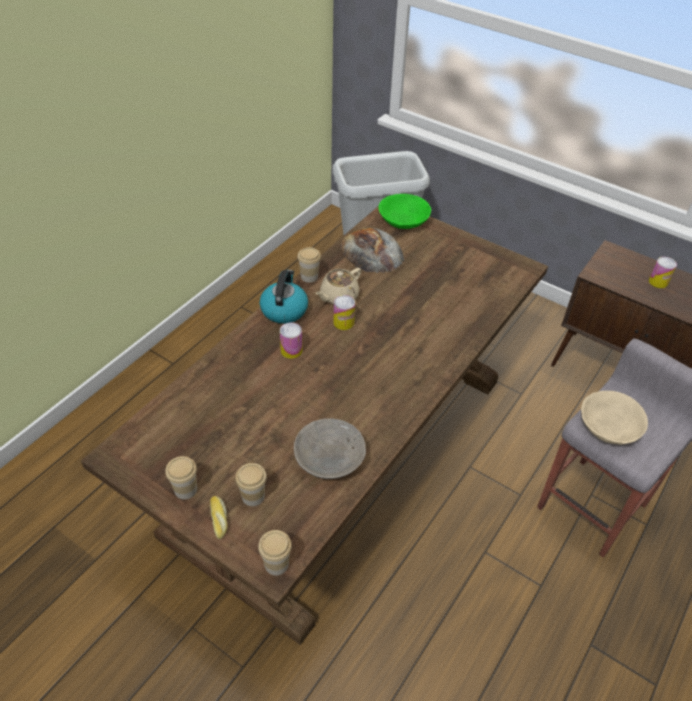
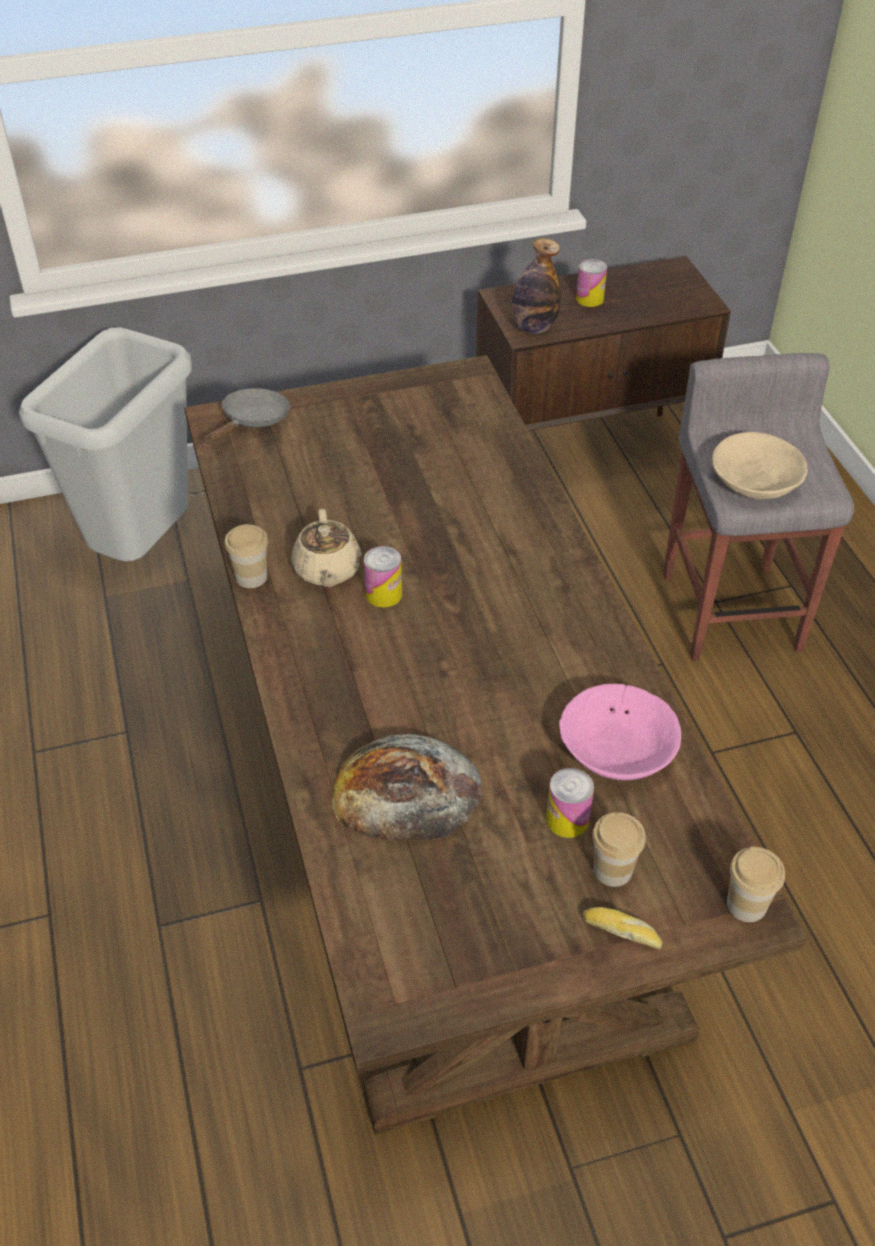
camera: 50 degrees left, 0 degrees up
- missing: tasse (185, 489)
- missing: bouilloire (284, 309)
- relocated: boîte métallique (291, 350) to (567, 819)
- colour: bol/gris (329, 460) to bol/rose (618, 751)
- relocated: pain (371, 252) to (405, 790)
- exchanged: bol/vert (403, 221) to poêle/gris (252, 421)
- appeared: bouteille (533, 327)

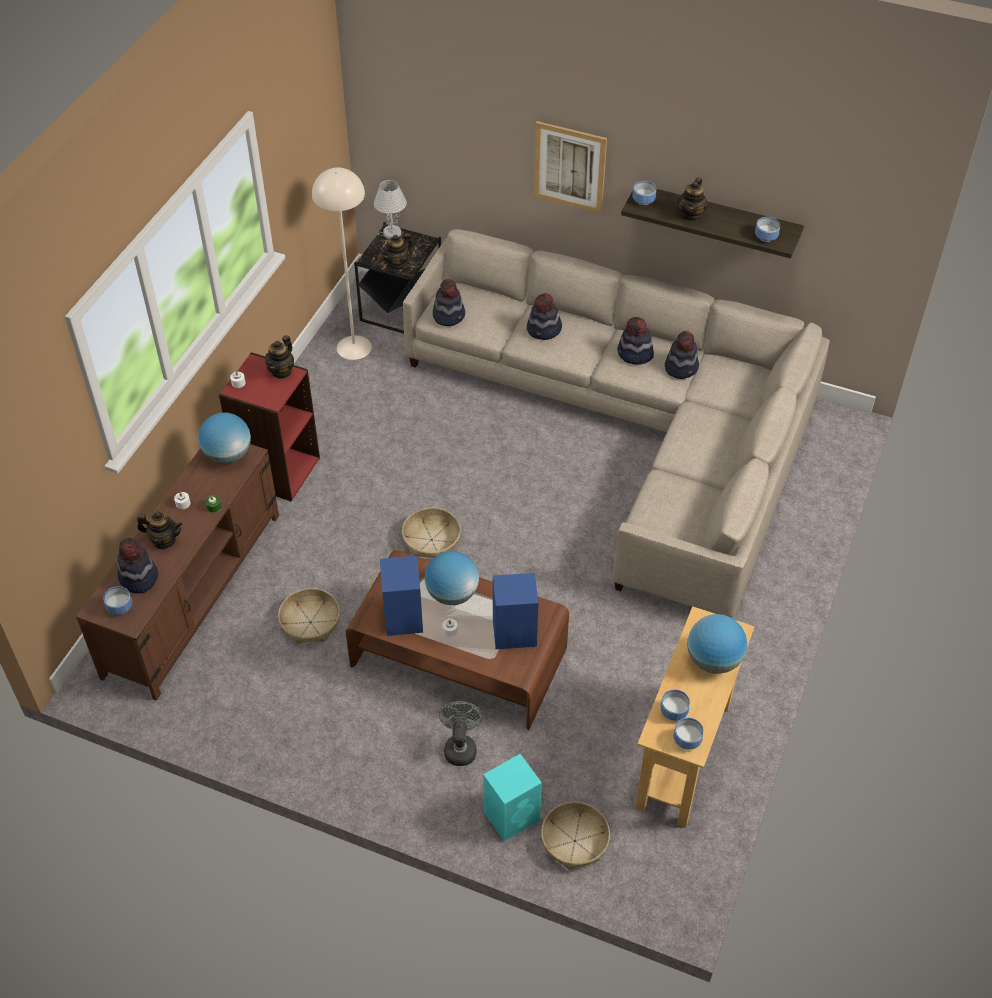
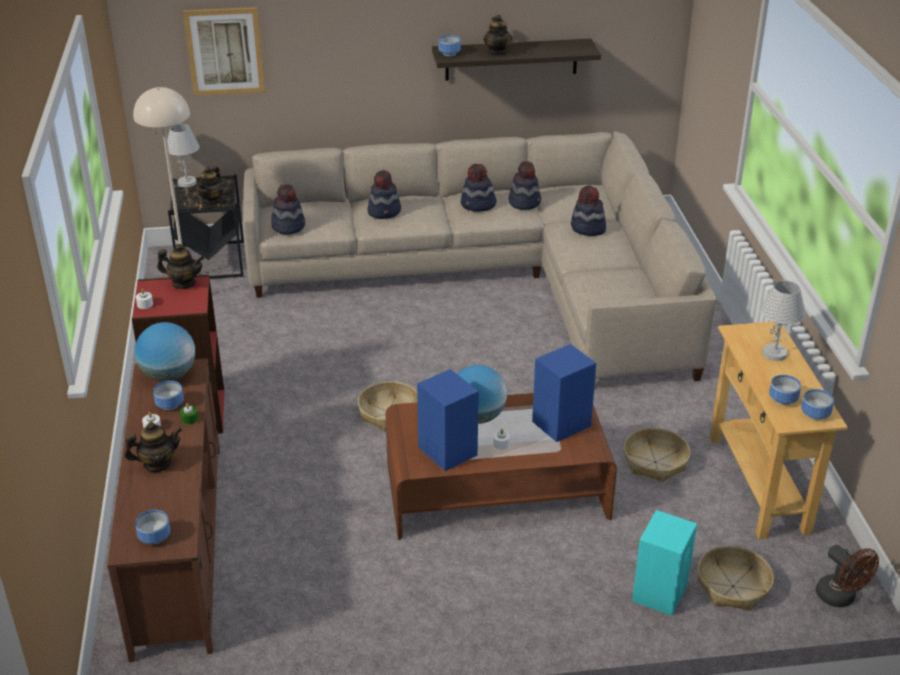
camera: 30 degrees left, 15 degrees down
- relocated: chapeau (138, 577) to (587, 228)
- spun: théière (281, 371) = (183, 283) 75 degrees counterclockwise
- relocated: panier (310, 622) to (655, 462)
- missing: ventilateur/gris (460, 746)
- relocated: tableau (569, 167) to (224, 51)
- exchanged: globe (713, 660) to lampe de table/blanc (775, 354)
- relocated: bol (765, 237) to (169, 405)
- appeared: ventilateur/marron (840, 598)

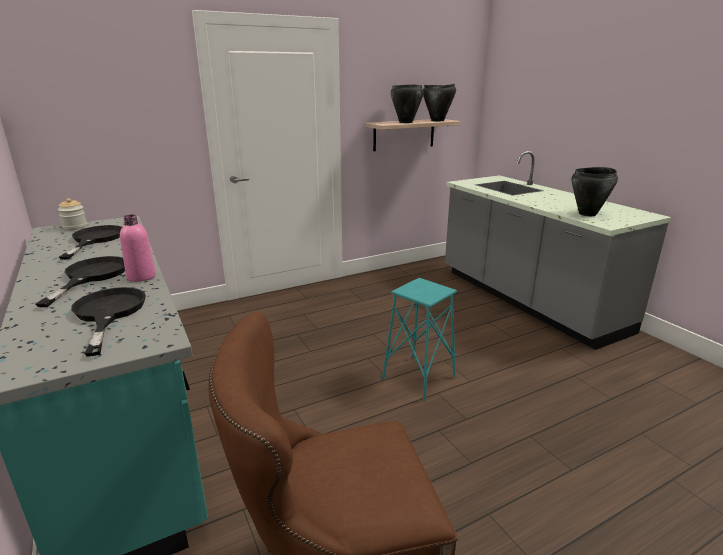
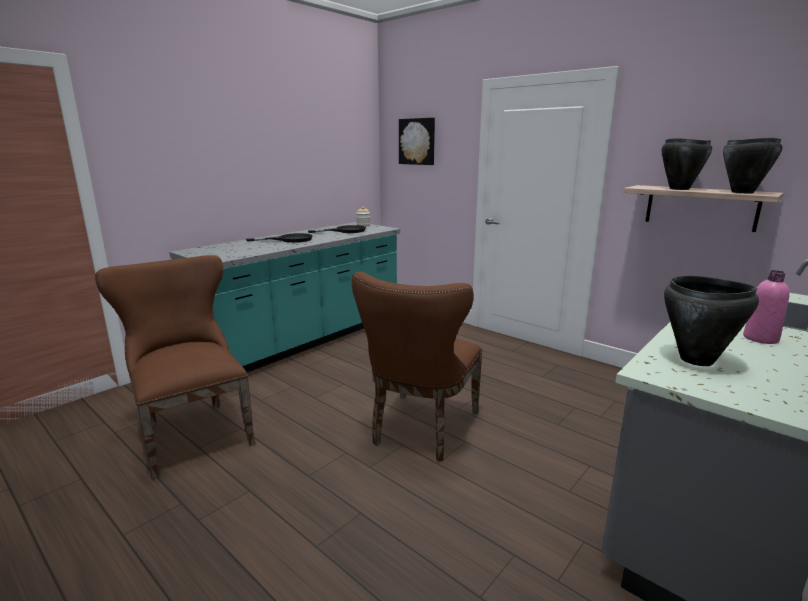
camera: 70 degrees right, 5 degrees down
- missing: poêle/noir (108, 313)
- relocated: bouteille/rose (141, 277) to (760, 338)
- exchanged: tabouret/turquoise (418, 378) to chaise/marron (421, 430)
- appeared: tableau (417, 141)

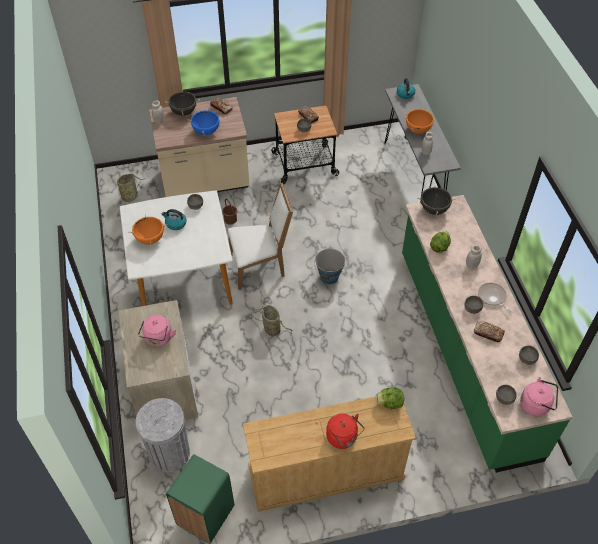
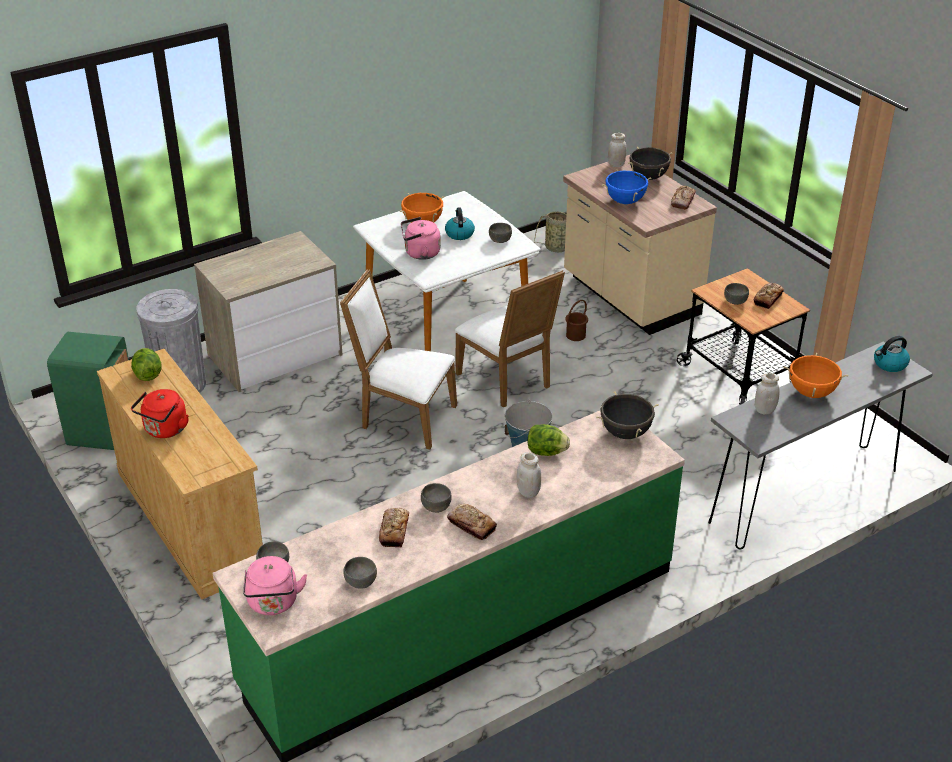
camera: 70 degrees right, 15 degrees down
- relocated: bouilloire/rose (158, 339) to (420, 253)
- exchanged: panier (271, 329) to chaise/blanc (403, 417)
- relocated: laitue (390, 403) to (148, 375)
- exchanged: poêle (492, 297) to pain (471, 525)

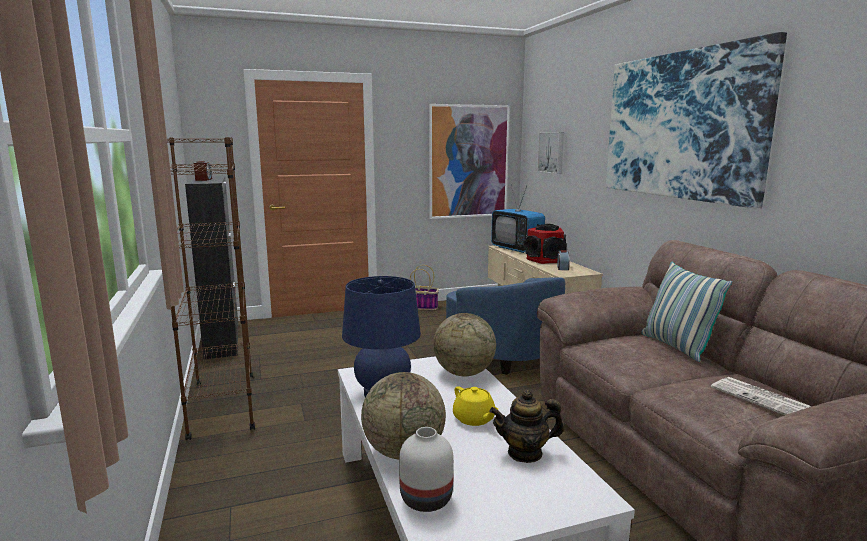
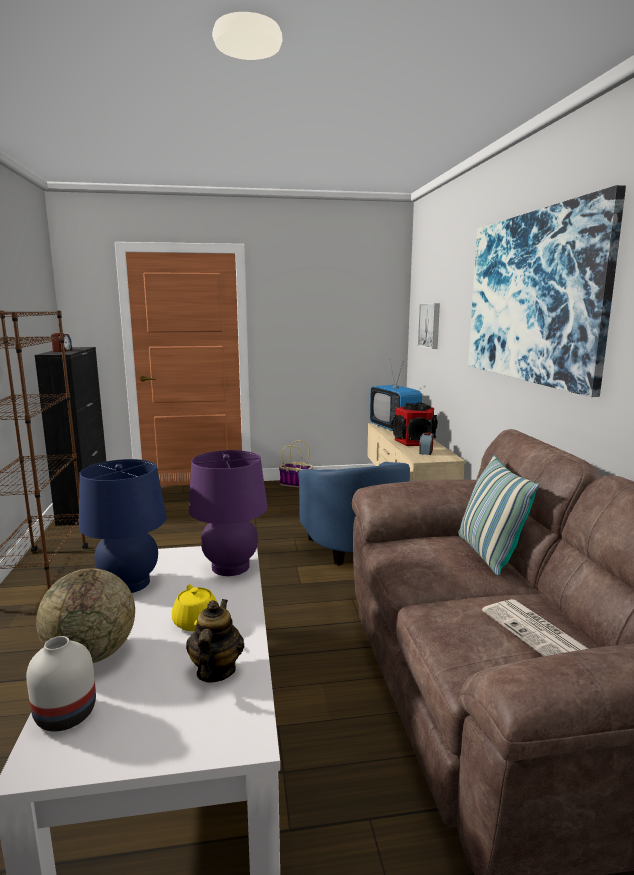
camera: 10 degrees right, 0 degrees up
- missing: tableau (468, 162)
- exchanged: globe (464, 373) to lampe de table/violet (230, 567)
- spun: théière (525, 453) = (215, 671) 90 degrees clockwise

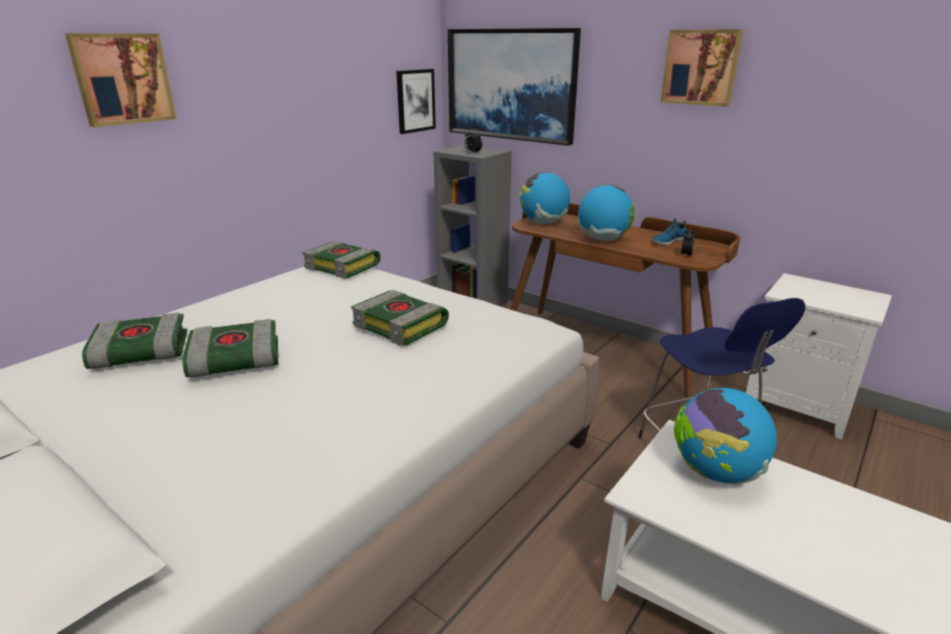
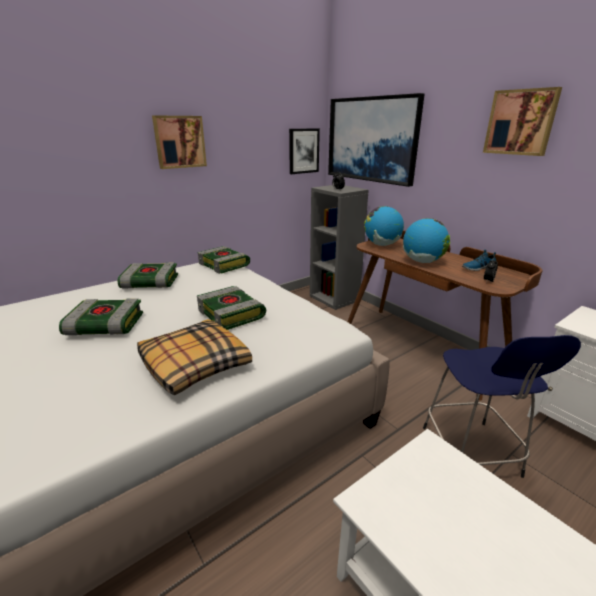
camera: 15 degrees right, 0 degrees up
- relocated: tableau (122, 79) to (179, 142)
- relocated: livre (139, 353) to (149, 283)
- missing: globe (715, 472)
- appeared: coussin (194, 364)

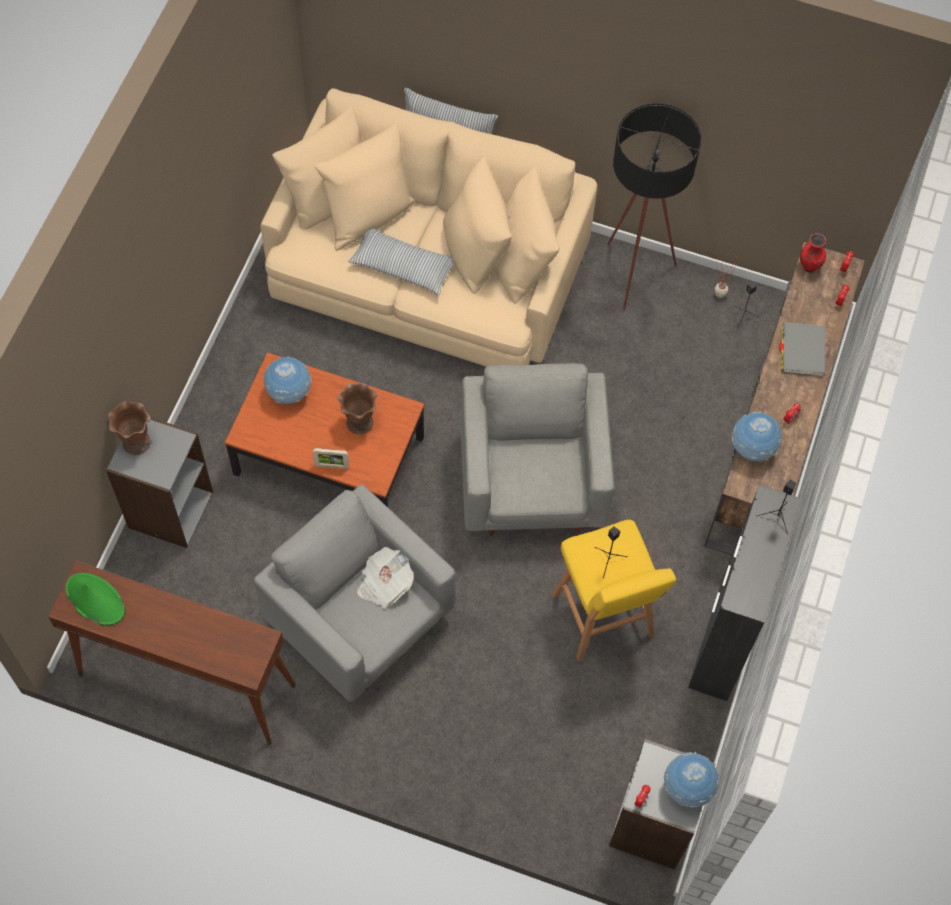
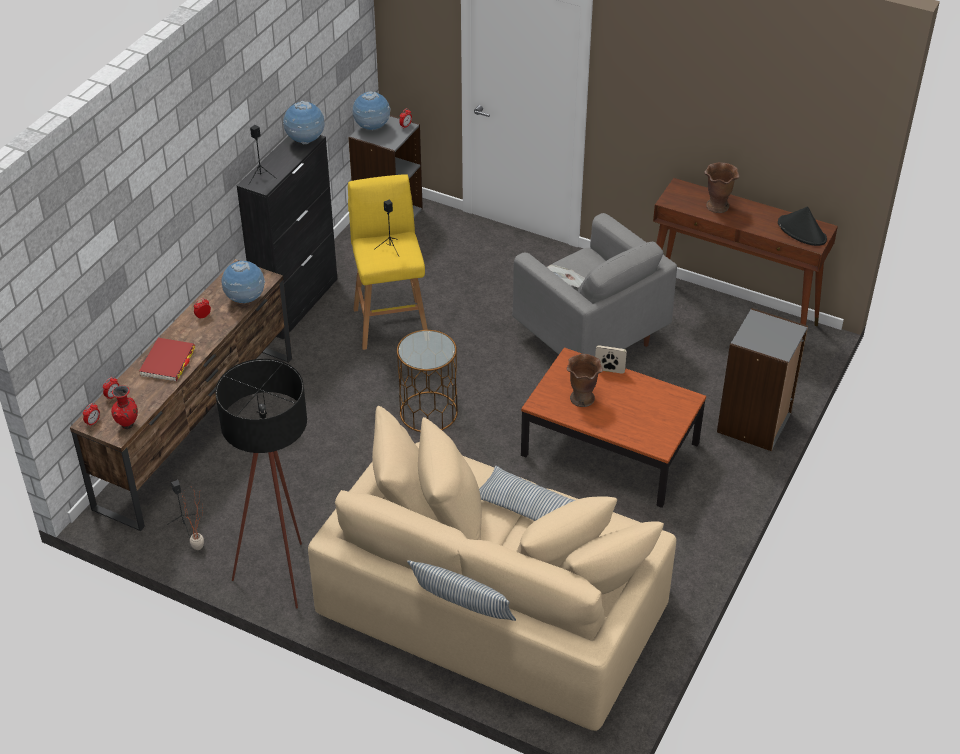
camera: 170 degrees left, 20 degrees down
- colour: chapeau/vert (95, 599) to chapeau/noir (802, 231)
- relocated: vase/marron (136, 442) to (717, 206)
- relocated: globe (289, 393) to (305, 141)
- exchanged: fauteuil/gris (532, 484) to table d'appoint/marron (428, 412)
- colour: livre/gris (802, 351) to livre/rouge (168, 362)

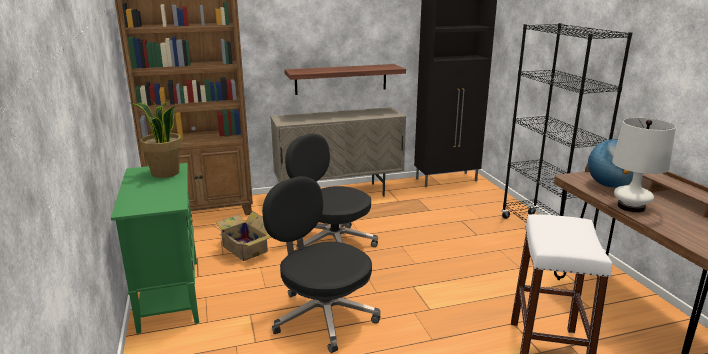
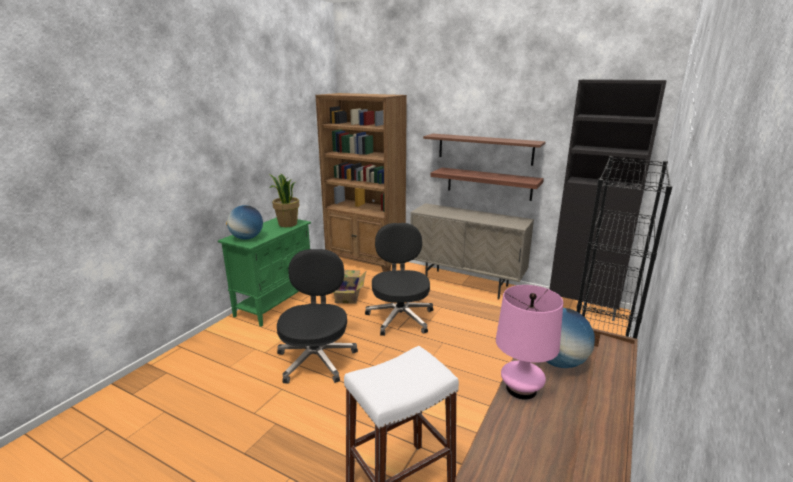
camera: 45 degrees right, 0 degrees up
- colour: lampe de table/blanc (631, 207) to lampe de table/rose (521, 389)
- appeared: globe (247, 238)
- appeared: étagère/marron (485, 149)

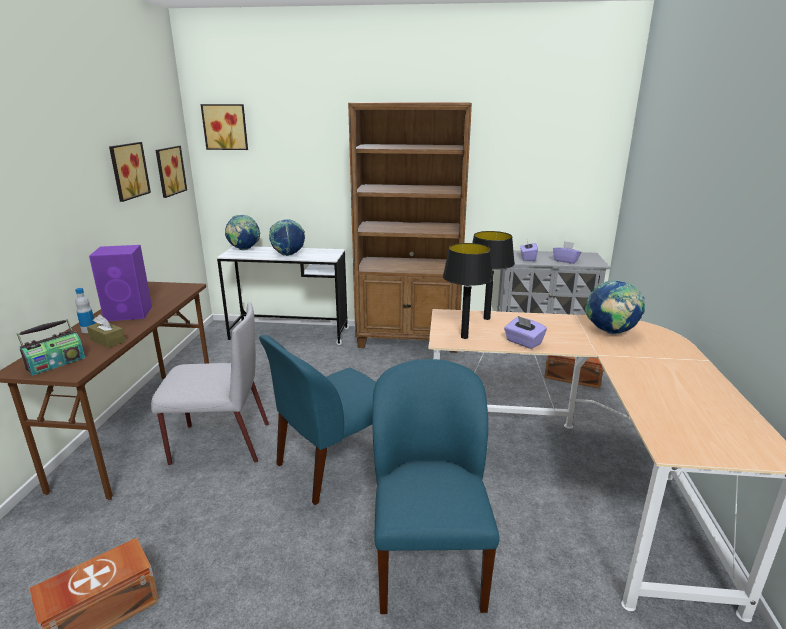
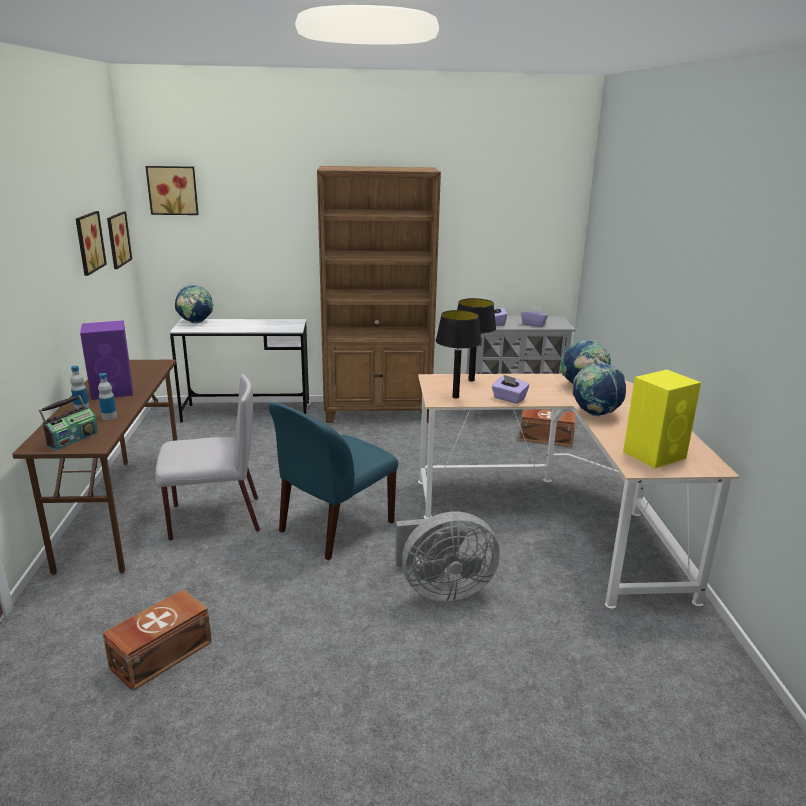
camera: 10 degrees left, 0 degrees up
- exchanged: boîte à mouchoirs/marron (107, 340) to bouteille (109, 417)
- relocated: globe (288, 255) to (595, 414)
- exchanged: chaise/bleu (428, 558) to ventilateur/gris (442, 590)
- appeared: enceinte/jaune (655, 454)

